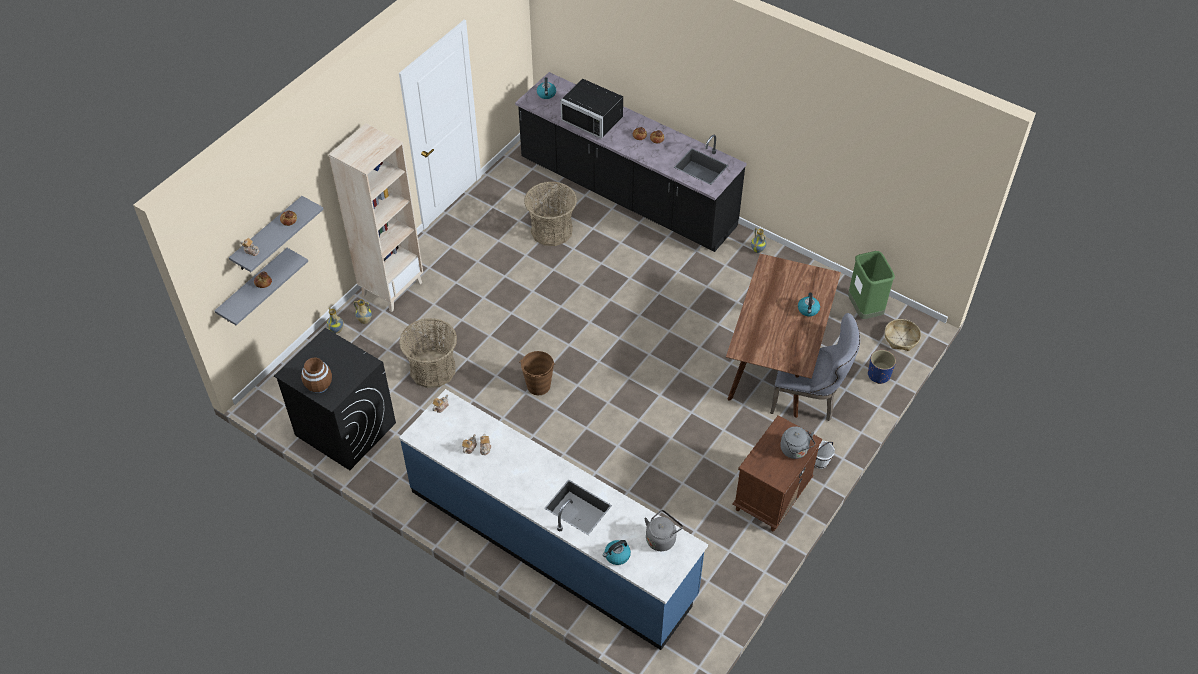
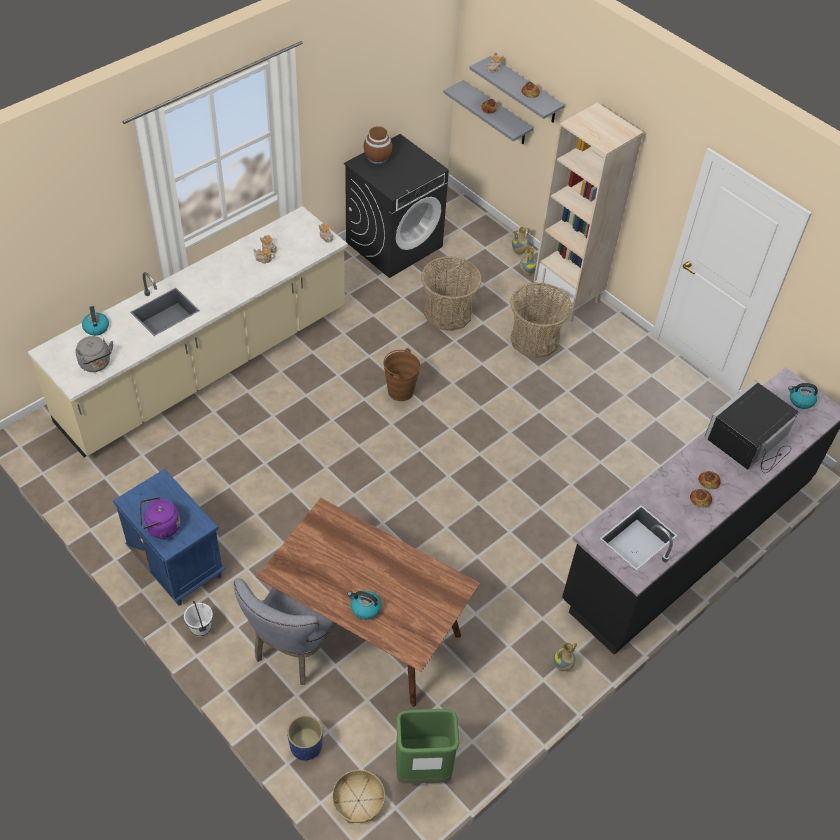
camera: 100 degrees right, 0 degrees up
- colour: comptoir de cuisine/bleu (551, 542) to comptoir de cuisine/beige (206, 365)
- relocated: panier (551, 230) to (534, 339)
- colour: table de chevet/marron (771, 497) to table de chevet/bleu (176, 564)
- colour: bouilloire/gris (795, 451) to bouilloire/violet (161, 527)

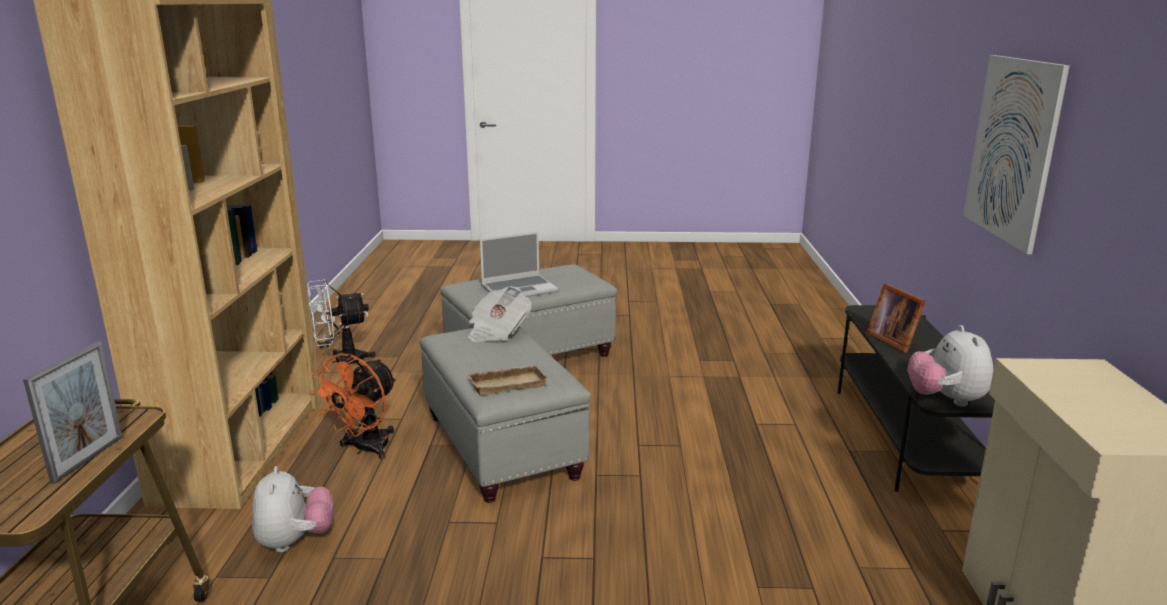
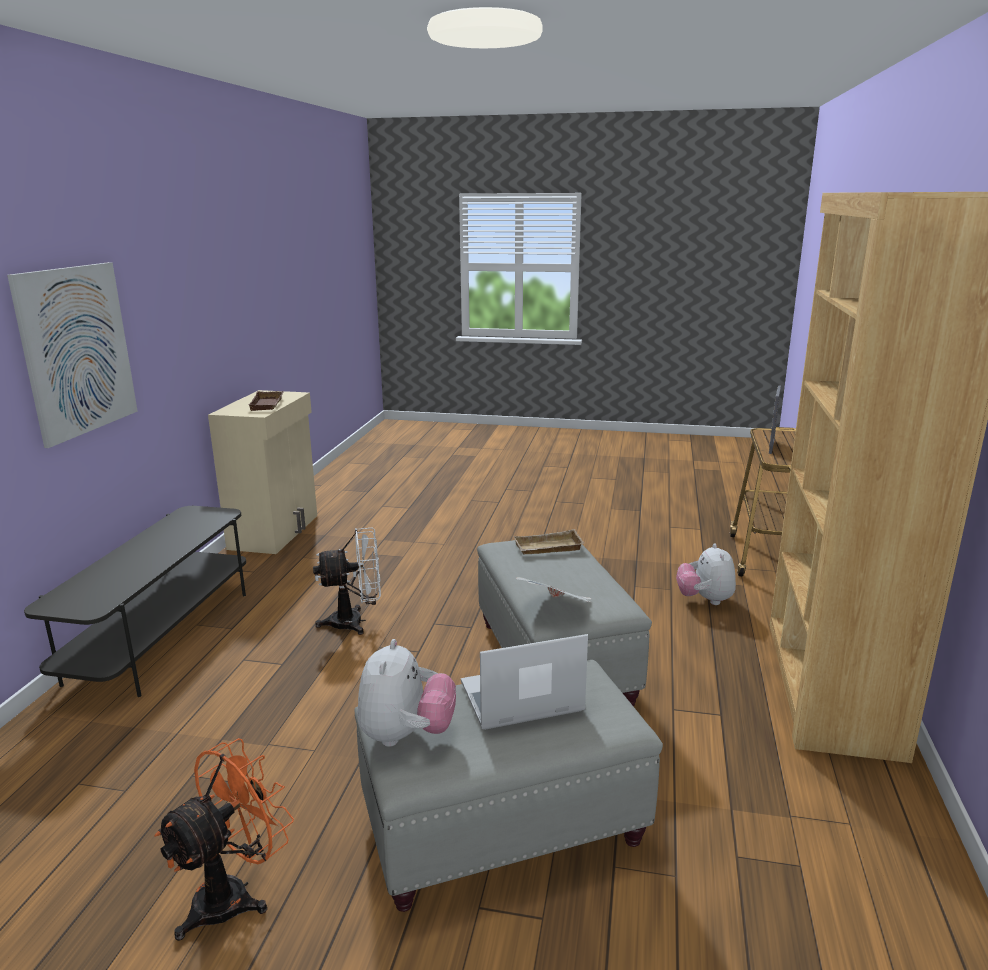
camera: 170 degrees left, 0 degrees up
- relocated: ventilateur/blanc (341, 361) to (355, 622)
- relocated: ventilateur/orange (365, 449) to (234, 894)
- missing: cadre photo (893, 340)
- relocated: peluche (946, 400) to (406, 735)
- appeared: plateau/marron (268, 404)

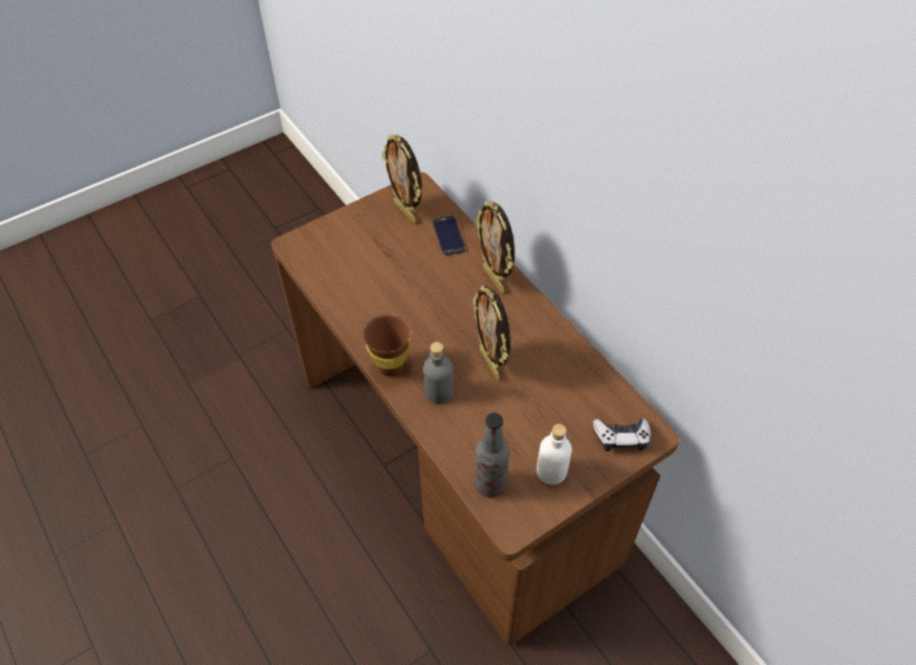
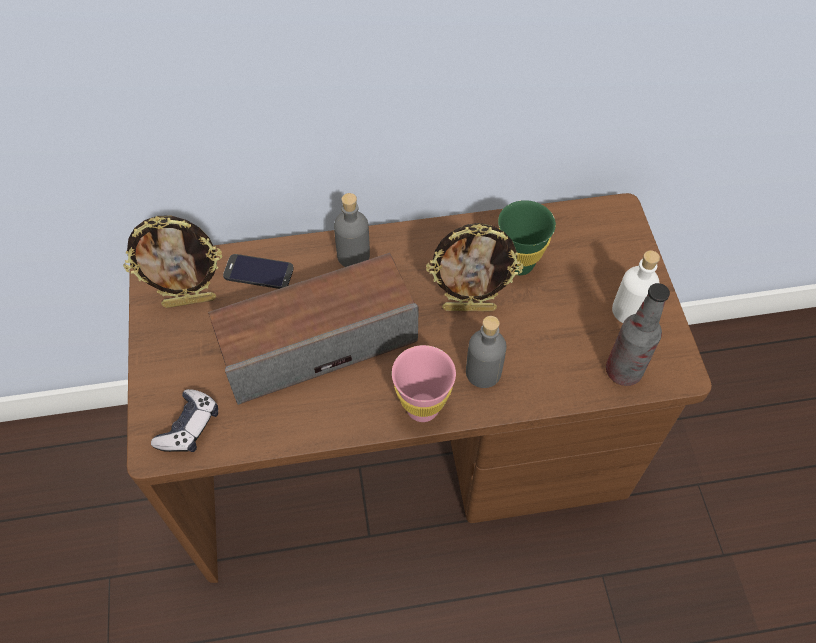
camera: 65 degrees left, 5 degrees up
- colour: tasse/marron (390, 366) to tasse/rose (422, 408)
- exchanged: cadre photo (494, 279) to bouteille/gris (353, 255)
- relocated: manette (621, 438) to (189, 427)
- appeared: enceinte (318, 343)
- appeared: tasse/vert (519, 264)

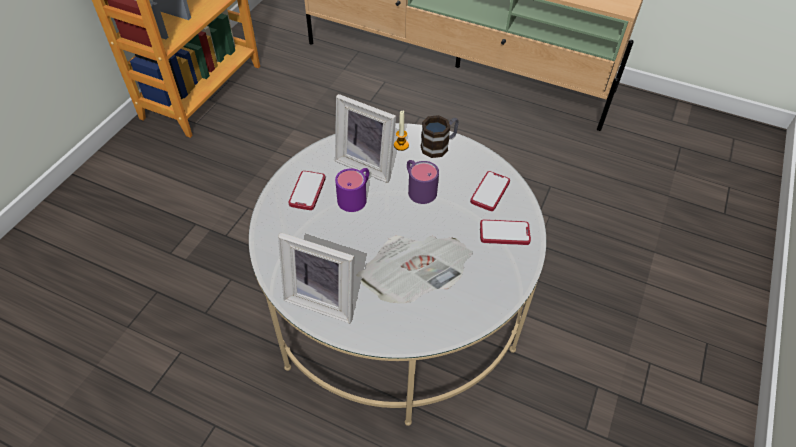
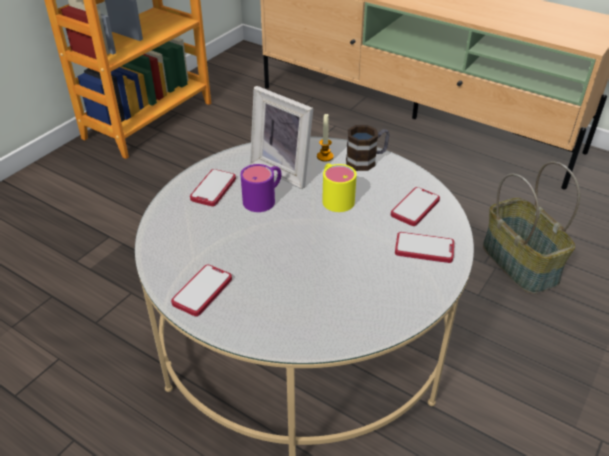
camera: 10 degrees right, 10 degrees down
- exchanged: cadre photo (323, 299) to téléphone (202, 291)
- missing: journal (411, 280)
- colour: mug/violet (418, 188) to mug/jaune (335, 197)
- appeared: panier (521, 263)

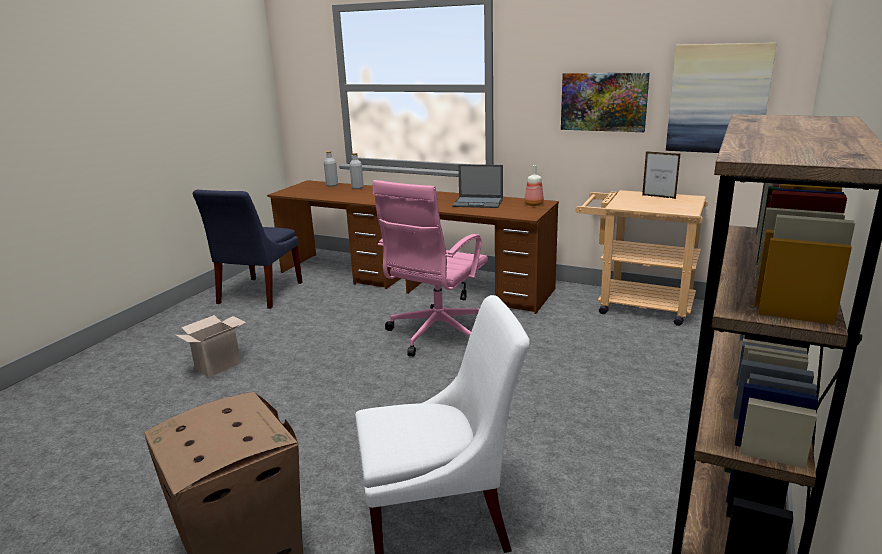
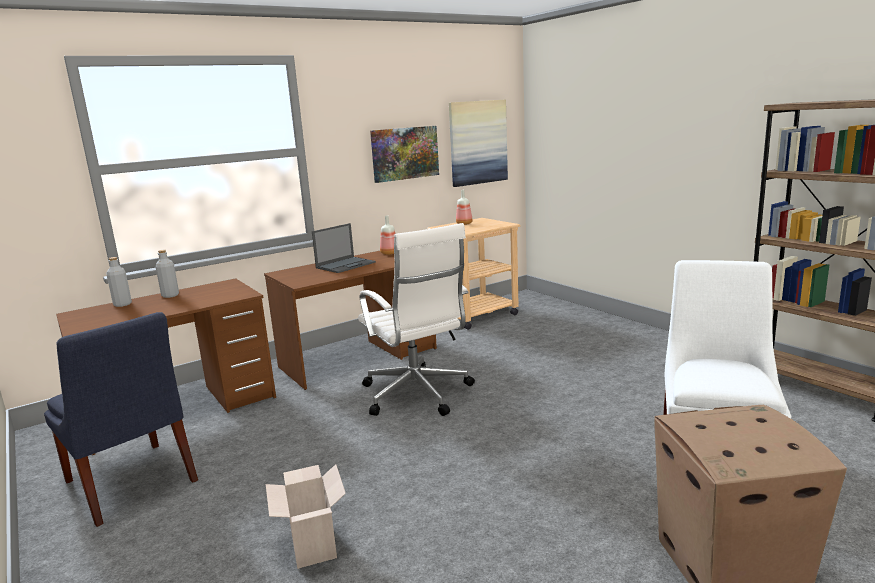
camera: 60 degrees left, 5 degrees down
- colour: chaise de bureau/rose (436, 334) to chaise de bureau/blanc (417, 395)
- exchanged: cadre photo (658, 197) to bouteille (464, 223)

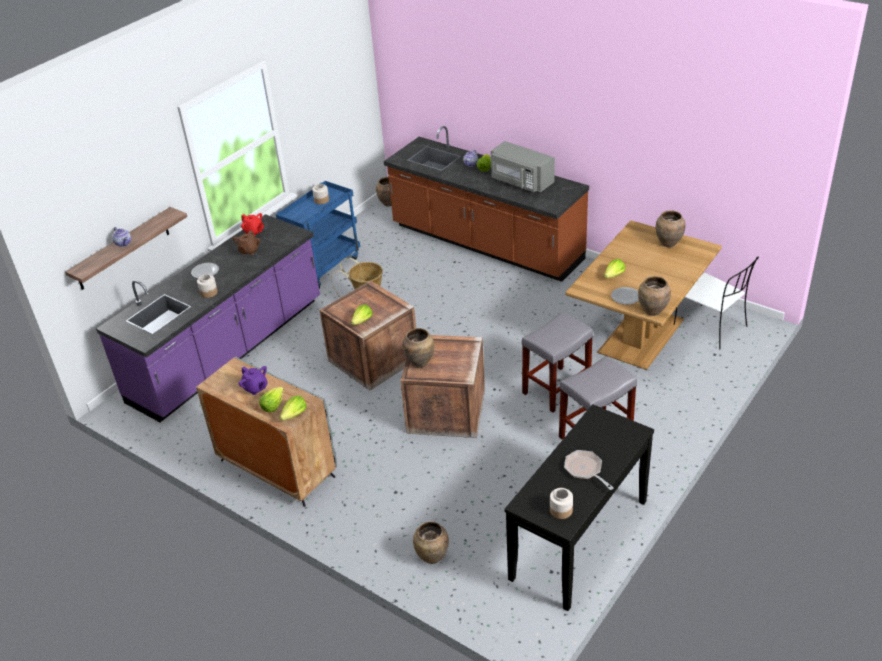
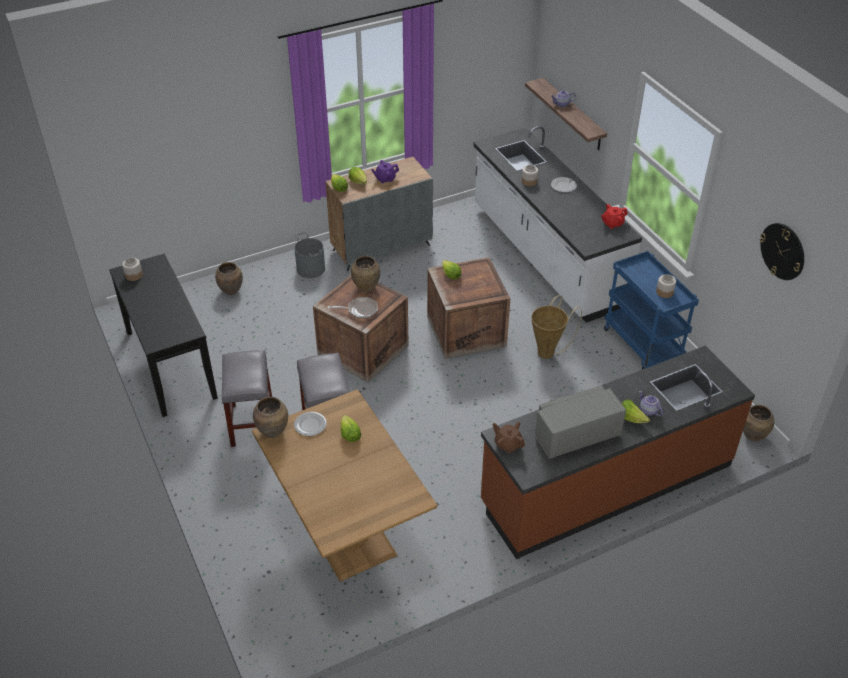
camera: 115 degrees right, 5 degrees up
- colour: comptoir de cuisine/violet (229, 351) to comptoir de cuisine/blanc (545, 256)
- relocated: théière/marron (249, 251) to (507, 444)
- relocated: poêle (585, 470) to (359, 310)
- missing: vase/marron (668, 243)
- missing: chaise/blanc (711, 328)
- appeared: seau/gris (311, 268)
- appeared: horloge murale (782, 251)

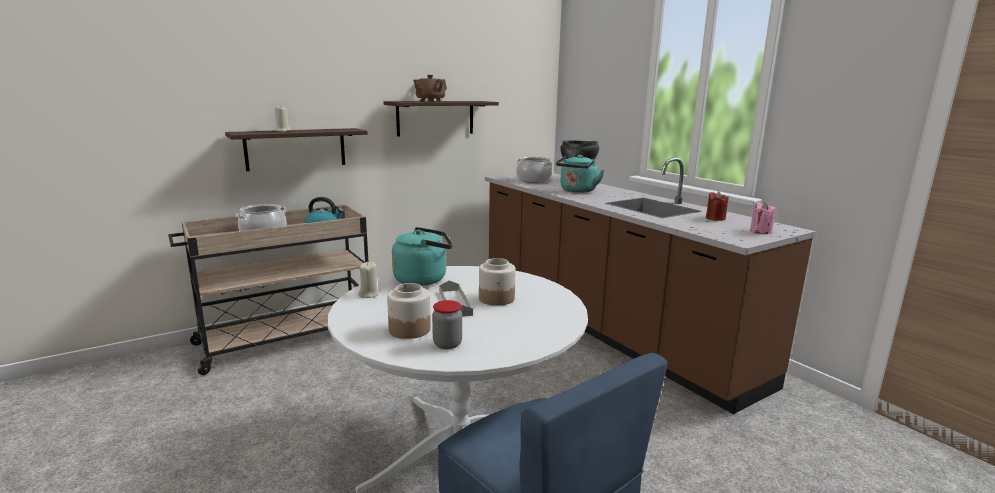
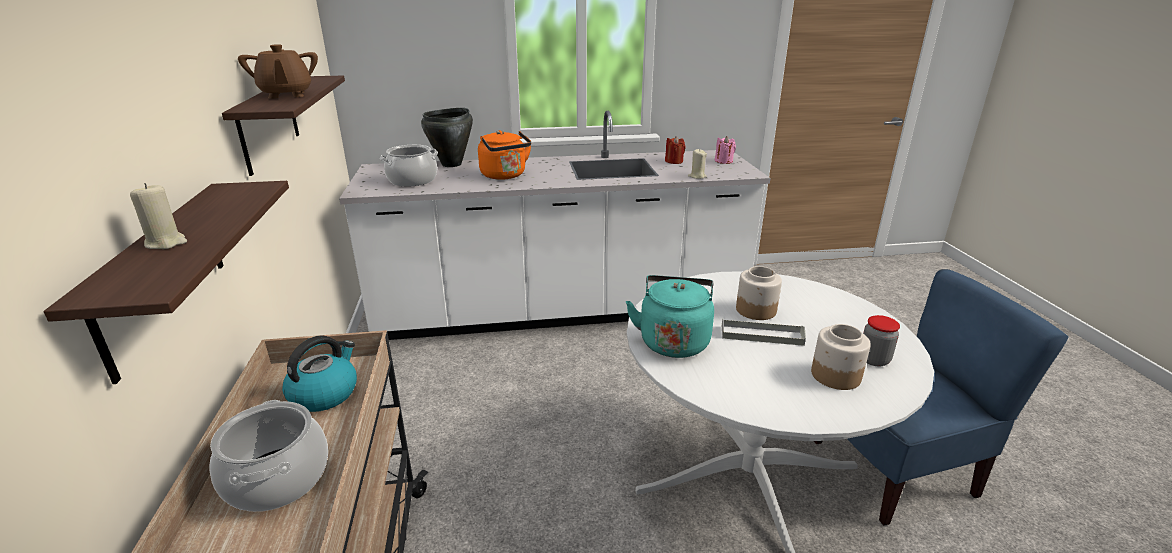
camera: 65 degrees left, 10 degrees up
- relocated: bougie/beige (369, 294) to (697, 176)
- colour: comptoir de cuisine/marron (604, 327) to comptoir de cuisine/blanc (561, 312)
- colour: bouilloire/turquoise (577, 191) to bouilloire/orange (505, 176)

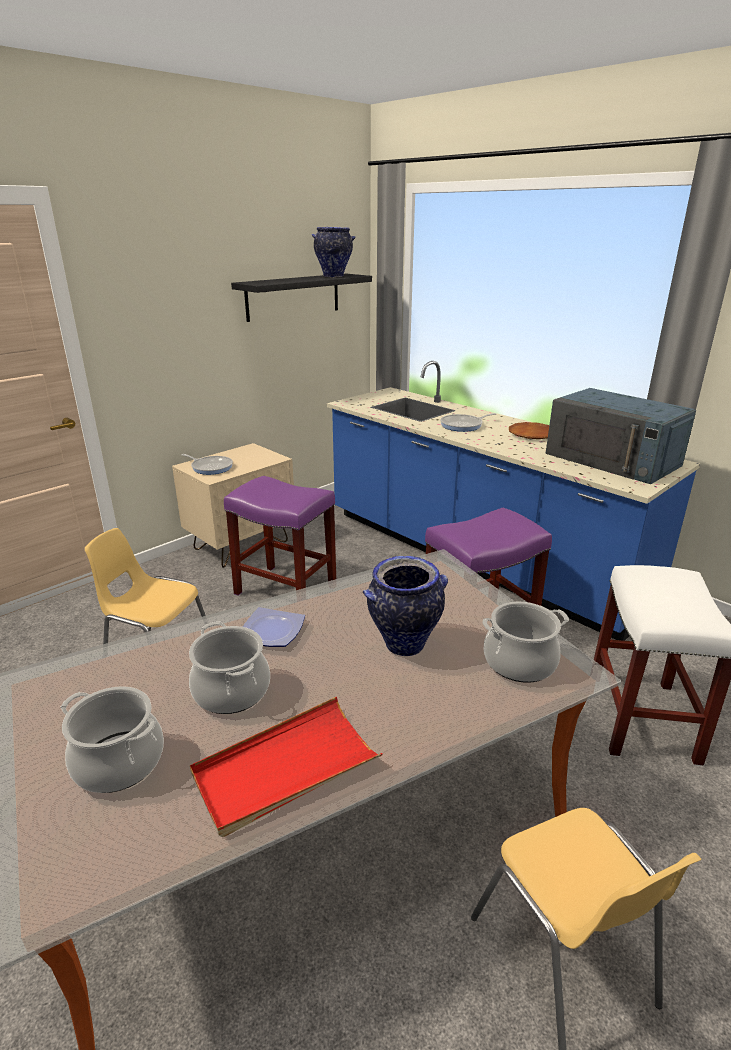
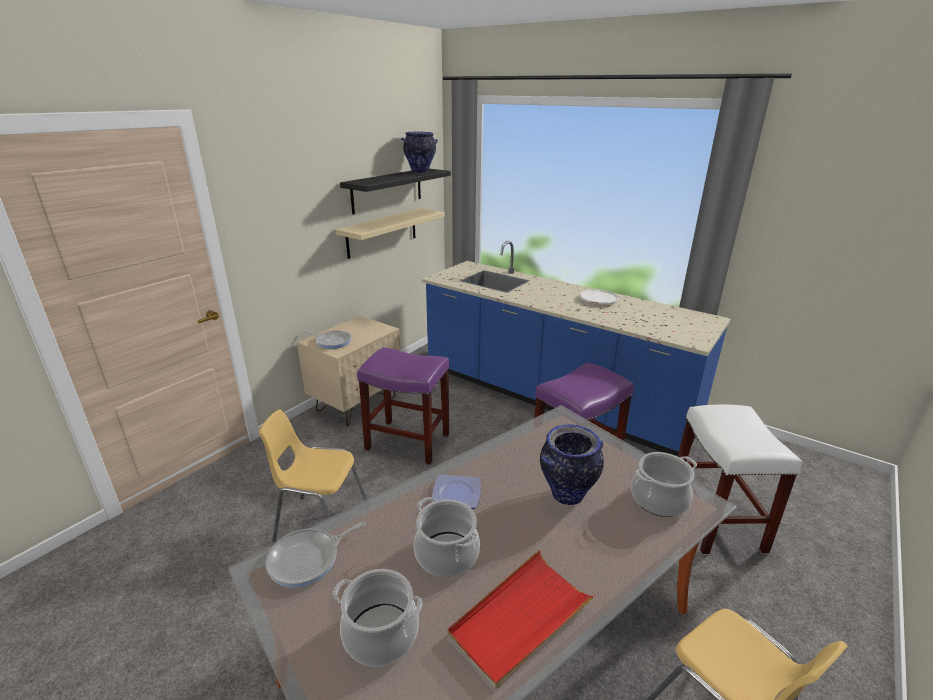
camera: 10 degrees left, 0 degrees up
- relocated: poêle (463, 425) to (308, 559)
- colour: assiette/marron (532, 434) to assiette/blanc (598, 300)
- missing: micro-ondes/bleu (613, 459)
- appeared: étagère/beige (382, 232)

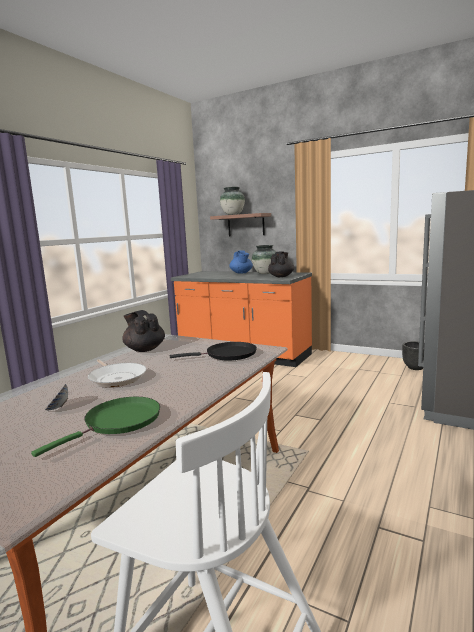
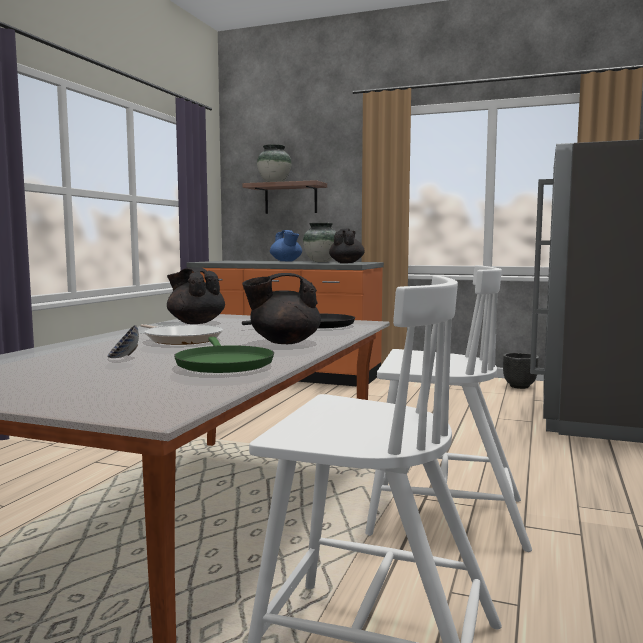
camera: 10 degrees left, 5 degrees down
- spun: poêle/vert (119, 422) = (223, 364) 135 degrees clockwise
- appeared: théière/noir (284, 342)
- appeared: chaise/blanc (443, 516)

